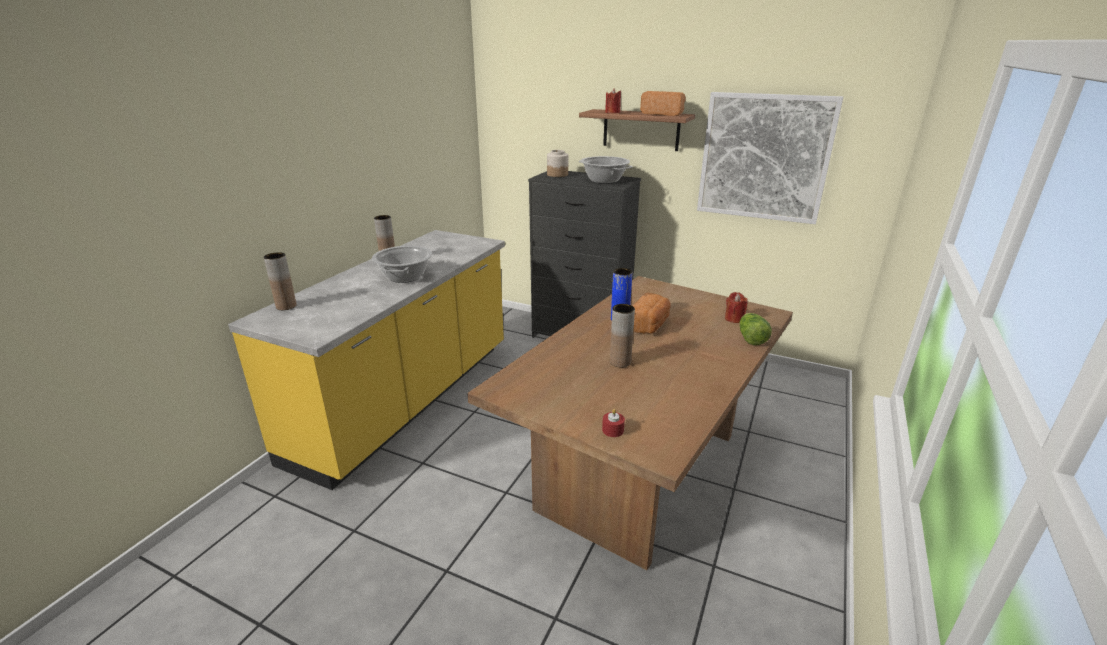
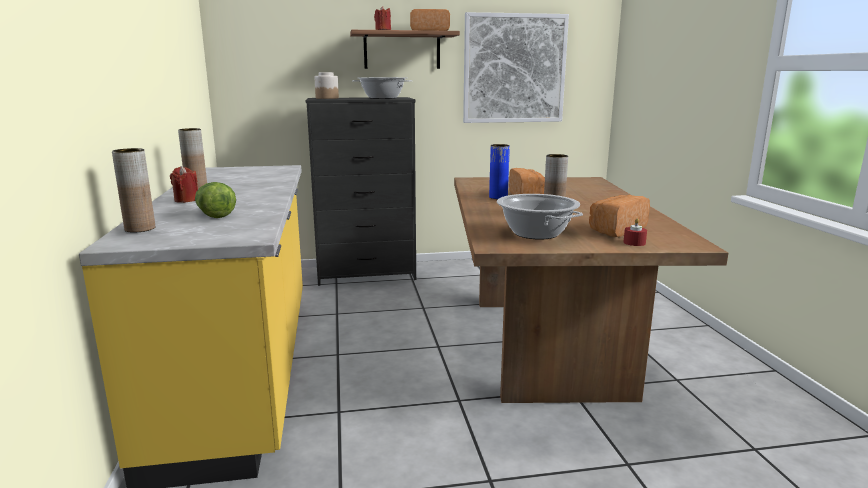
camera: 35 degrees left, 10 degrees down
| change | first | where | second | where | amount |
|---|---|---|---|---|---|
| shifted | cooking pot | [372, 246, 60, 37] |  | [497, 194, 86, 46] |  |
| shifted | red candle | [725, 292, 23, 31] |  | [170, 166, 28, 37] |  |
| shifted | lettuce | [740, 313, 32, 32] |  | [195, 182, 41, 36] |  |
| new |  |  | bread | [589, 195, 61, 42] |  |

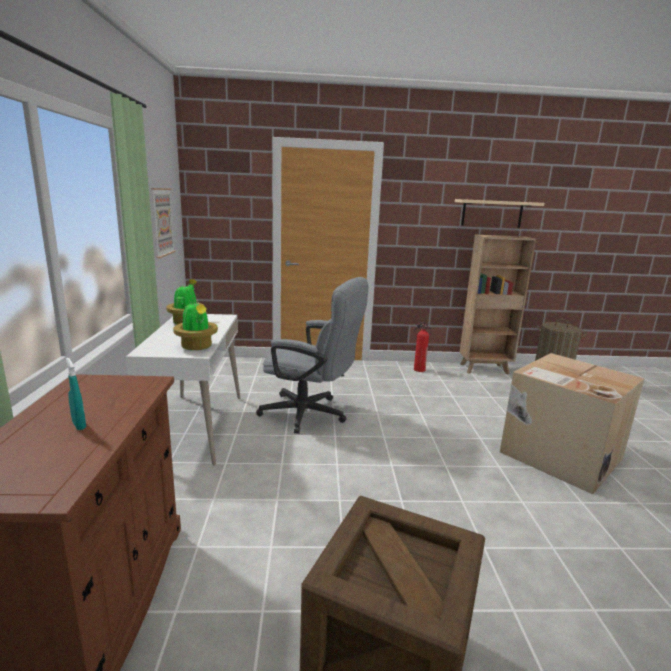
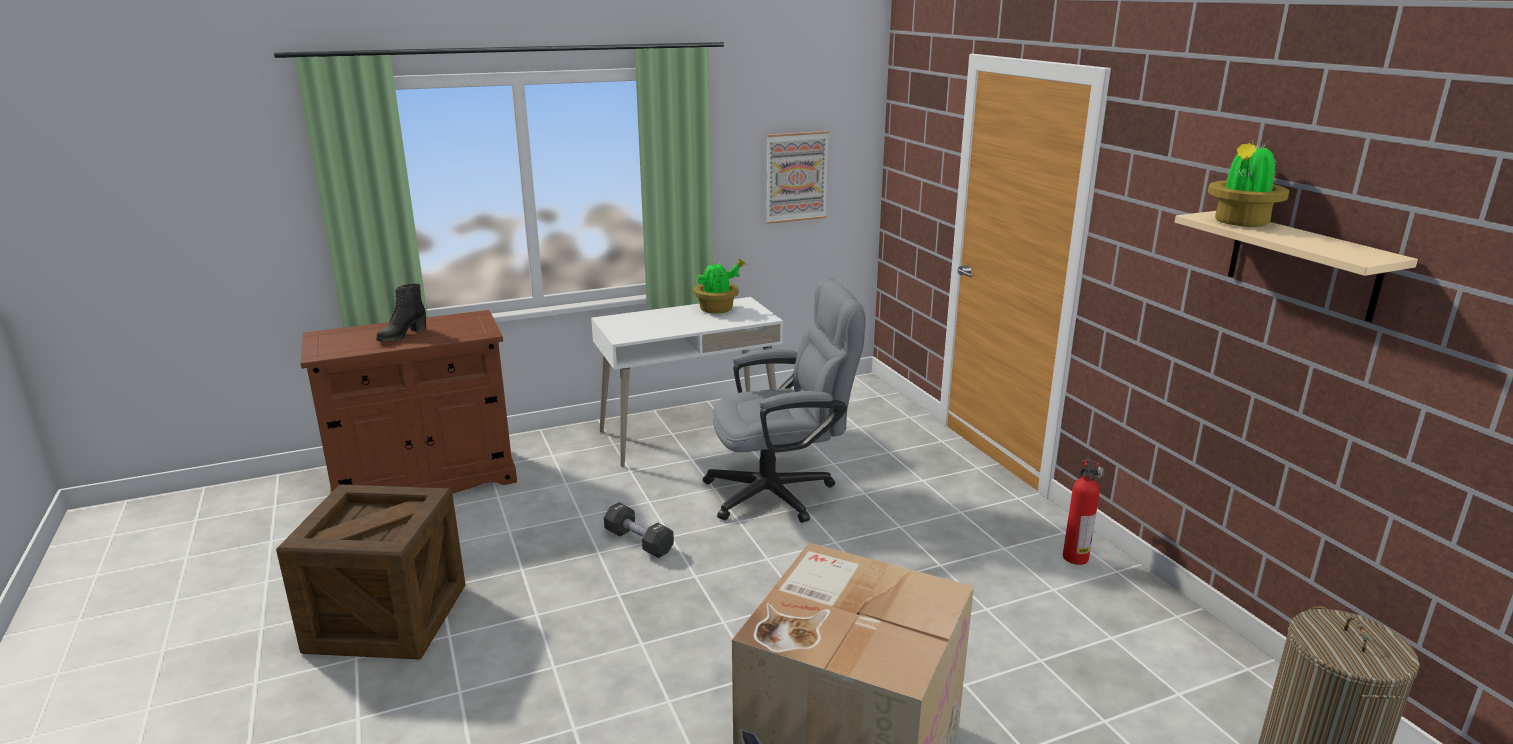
camera: 70 degrees right, 5 degrees up
| change | first | where | second | where | amount |
|---|---|---|---|---|---|
| gone | brown bookcase | [460, 235, 76, 139] |  |  |  |
| rotated | grey office chair | [256, 277, 112, 157] |  | [703, 278, 163, 245] | 105 degrees counterclockwise |
| shifted | potted plant | [173, 299, 45, 51] |  | [1208, 141, 81, 86] |  |
| swapped | turquoise spray bottle | [66, 358, 20, 72] | black boot | [376, 284, 50, 58] |  |
| new |  |  | black dumbbell | [604, 502, 70, 56] |  |

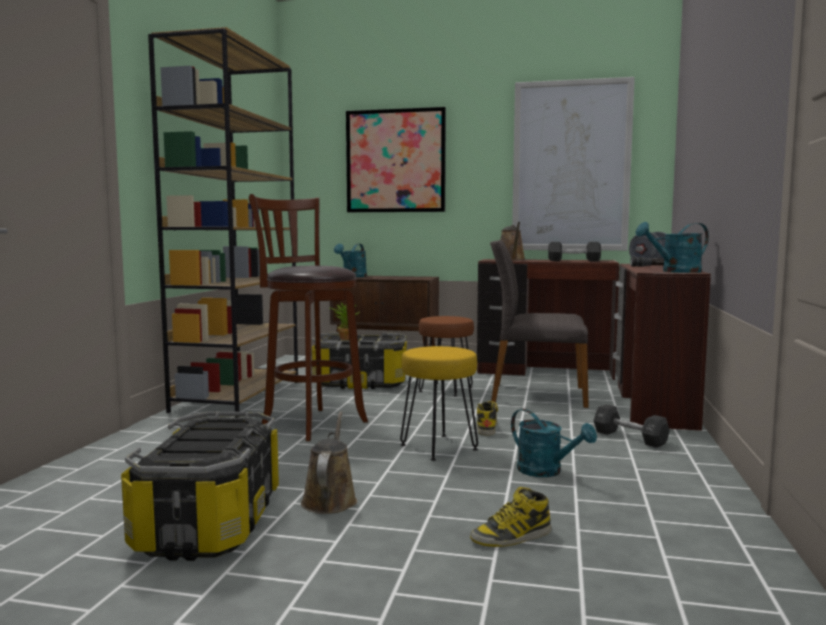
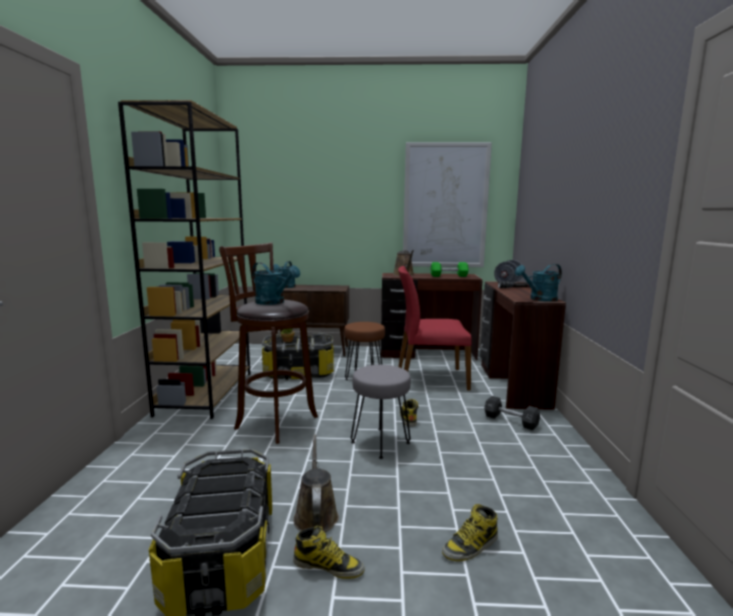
camera: 10 degrees left, 5 degrees up
| change | first | where | second | where | amount |
|---|---|---|---|---|---|
| gone | picture | [346, 107, 100, 105] |  |  |  |
| repainted | grey chair | [490, 240, 99, 168] | red chair | [398, 266, 74, 125] |  |
| repainted | black dumbbell | [548, 242, 53, 19] | green dumbbell | [431, 262, 38, 15] |  |
| repainted | yellow stool | [400, 346, 78, 115] | grey stool | [351, 365, 60, 94] |  |
| shifted | turquoise watering can | [511, 409, 86, 68] |  | [252, 262, 48, 43] |  |
| new |  |  | boot | [293, 525, 72, 54] |  |

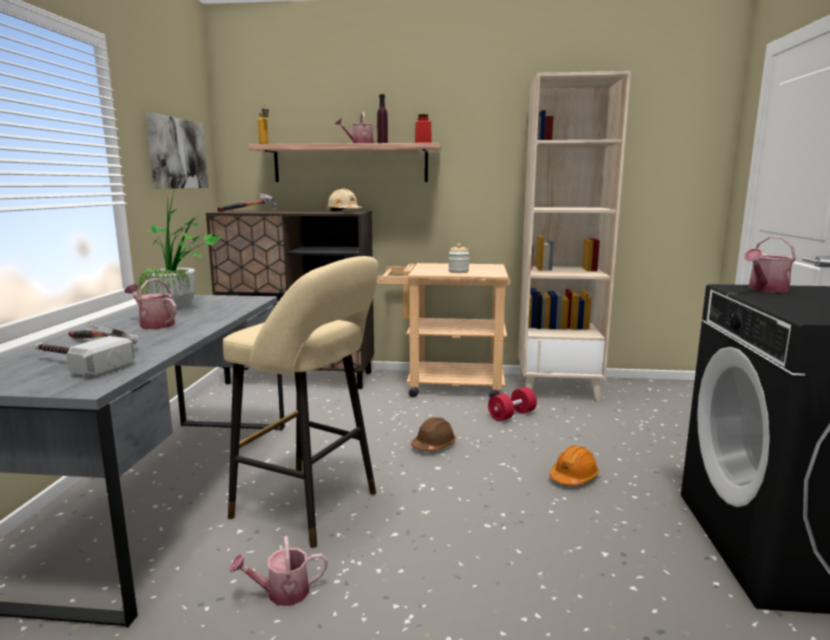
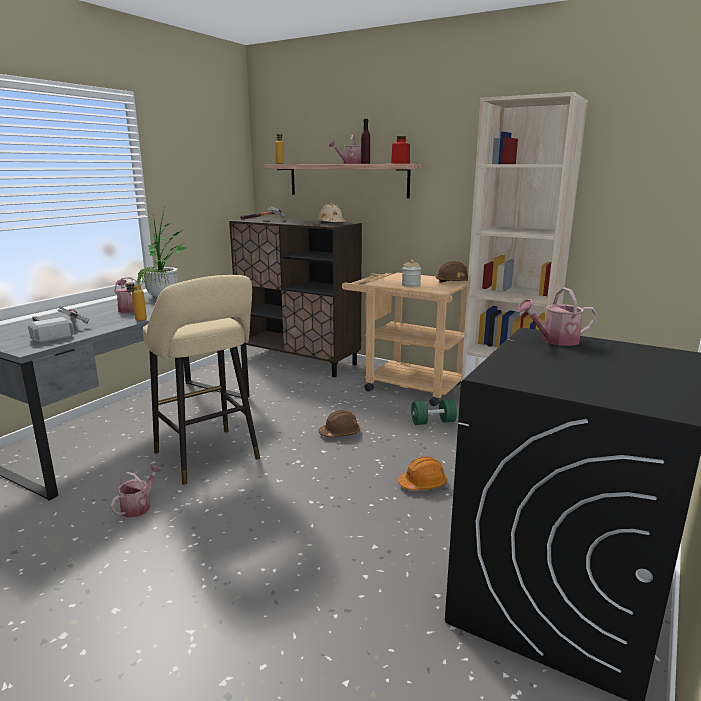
camera: 25 degrees right, 5 degrees up
| change | first | where | second | where | amount |
|---|---|---|---|---|---|
| gone | picture | [146, 112, 62, 77] |  |  |  |
| repainted | red dumbbell | [488, 387, 49, 34] | green dumbbell | [411, 399, 46, 26] |  |
| rotated | watering can | [229, 536, 99, 70] |  | [111, 465, 51, 53] | 105 degrees clockwise |
| new |  |  | brown hard hat | [436, 261, 32, 22] |  |
| new |  |  | bottle | [125, 278, 22, 43] |  |

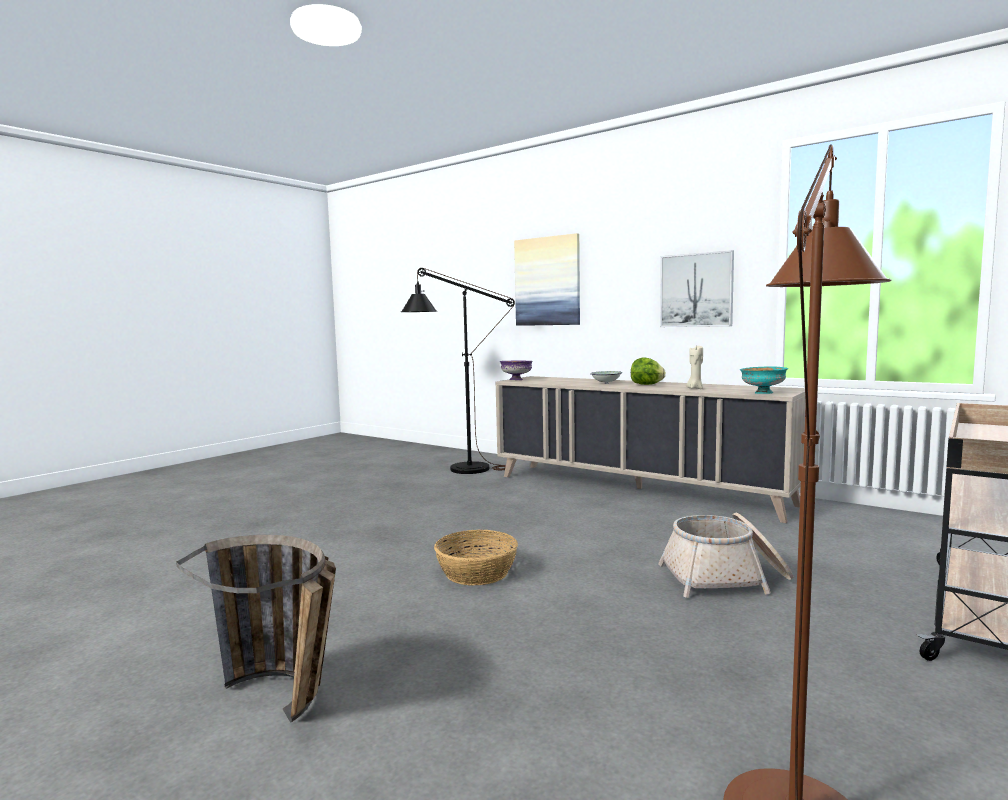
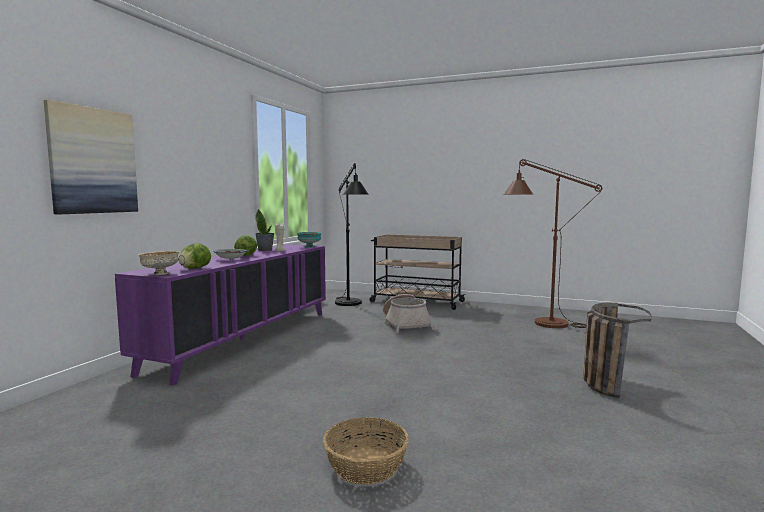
camera: 105 degrees left, 0 degrees up
| change | first | where | second | where | amount |
|---|---|---|---|---|---|
| gone | picture | [660, 250, 74, 77] |  |  |  |
| shifted | black floor lamp | [401, 268, 114, 206] |  | [335, 163, 34, 143] |  |
| repainted | purple bowl | [500, 361, 33, 19] | beige bowl | [138, 251, 41, 24] |  |
| repainted | beige cabinet | [496, 376, 310, 147] | purple cabinet | [115, 244, 211, 141] |  |
| shifted | basket | [434, 530, 84, 56] |  | [323, 417, 86, 68] |  |
| new |  |  | potted plant | [255, 209, 20, 42] |  |
| new |  |  | lettuce | [179, 243, 32, 26] |  |

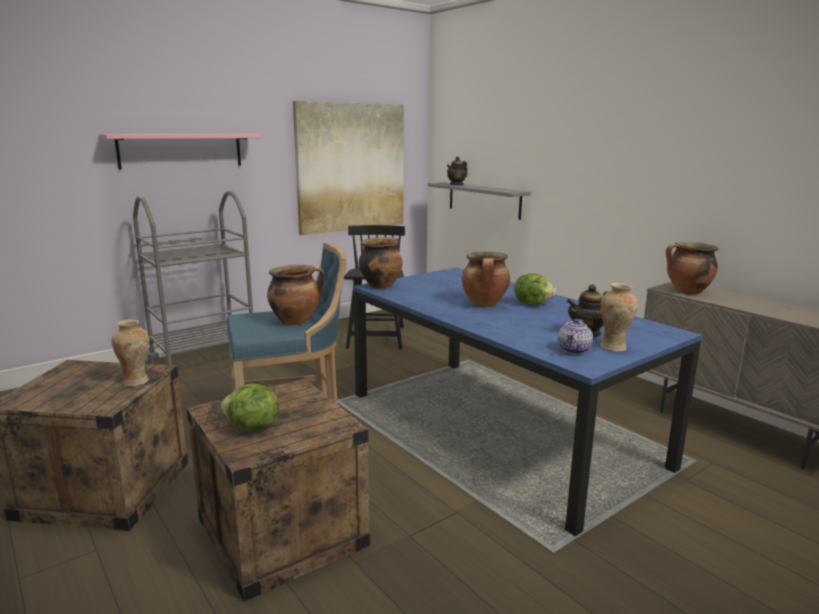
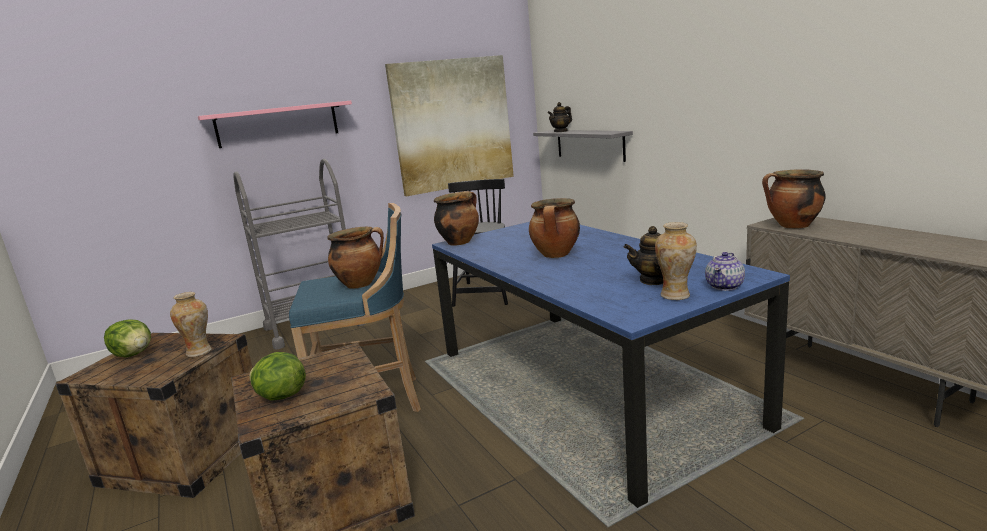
camera: 10 degrees right, 0 degrees up
| change | first | where | second | where | amount |
|---|---|---|---|---|---|
| shifted | lettuce | [514, 273, 42, 32] |  | [104, 319, 47, 38] |  |
| shifted | teapot | [558, 319, 35, 35] |  | [705, 252, 40, 39] |  |

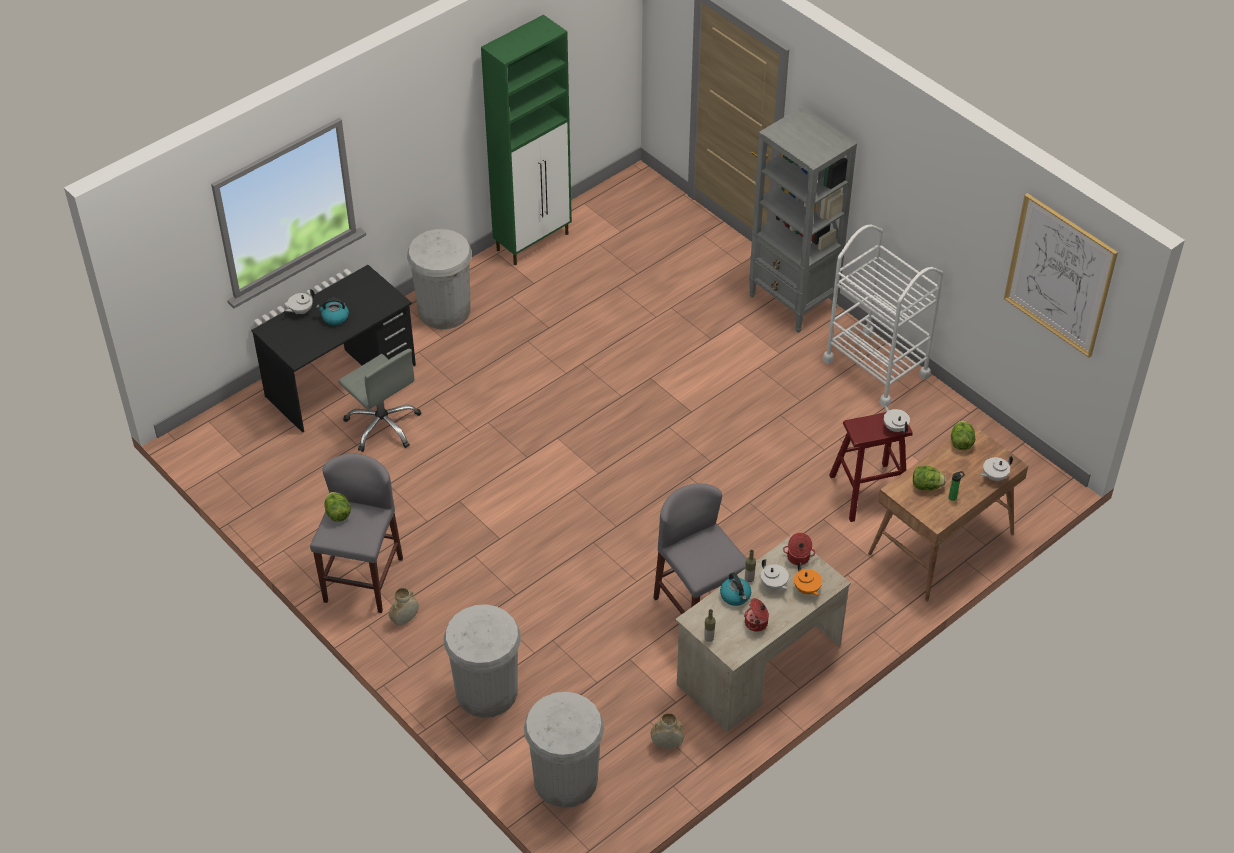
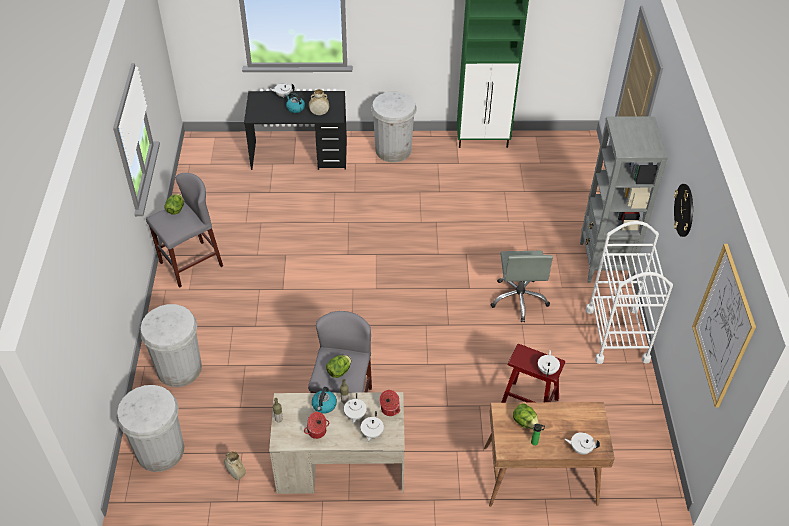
camera: 40 degrees right, 0 degrees up
| change | first | where | second | where | amount |
|---|---|---|---|---|---|
| shifted | grey office chair | [338, 349, 83, 103] |  | [490, 251, 63, 71] |  |
| shifted | lettuce | [951, 421, 24, 29] |  | [326, 355, 25, 23] |  |
| repainted | orange teapot | [794, 563, 28, 33] | white teapot | [361, 411, 23, 31] |  |
| shifted | beige vase | [389, 588, 30, 37] |  | [309, 89, 20, 26] |  |
| new |  |  | wall clock | [674, 184, 19, 53] |  |

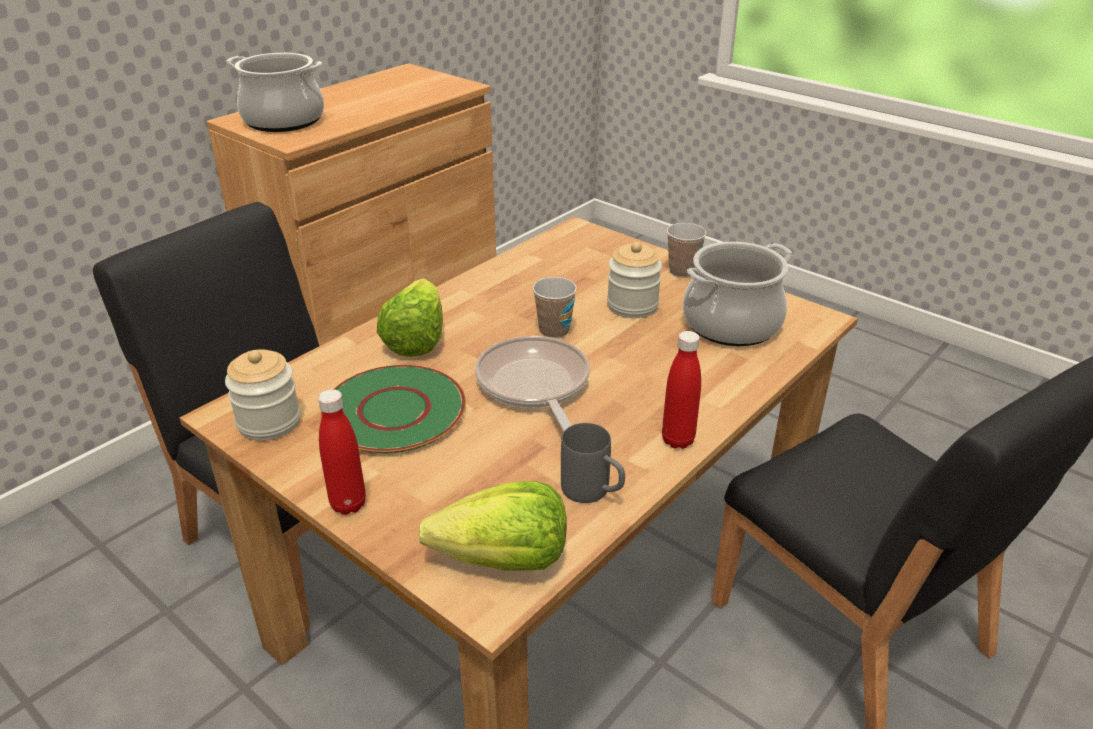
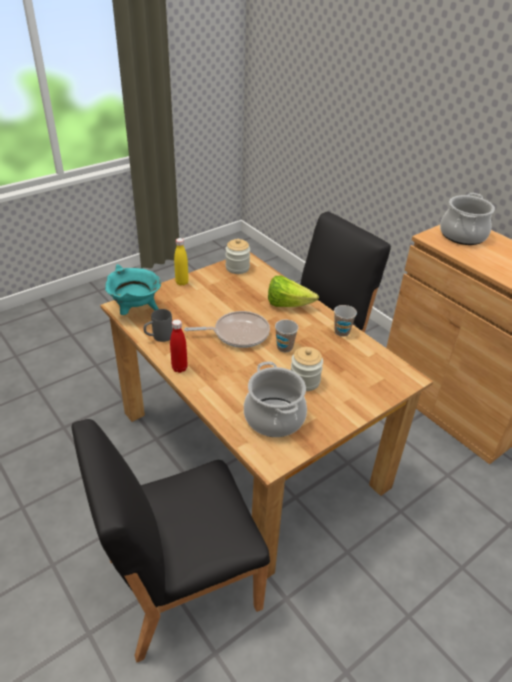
camera: 100 degrees right, 5 degrees up
| change | first | where | second | where | amount |
|---|---|---|---|---|---|
| shifted | cup | [667, 223, 40, 55] |  | [334, 305, 23, 32] |  |
| gone | green plate | [321, 365, 145, 88] |  |  |  |
| repainted | red bottle | [318, 389, 48, 126] | yellow bottle | [174, 238, 15, 48] |  |
| swapped | lettuce | [419, 481, 148, 90] | turquoise cooking pot | [105, 264, 56, 51] |  |

